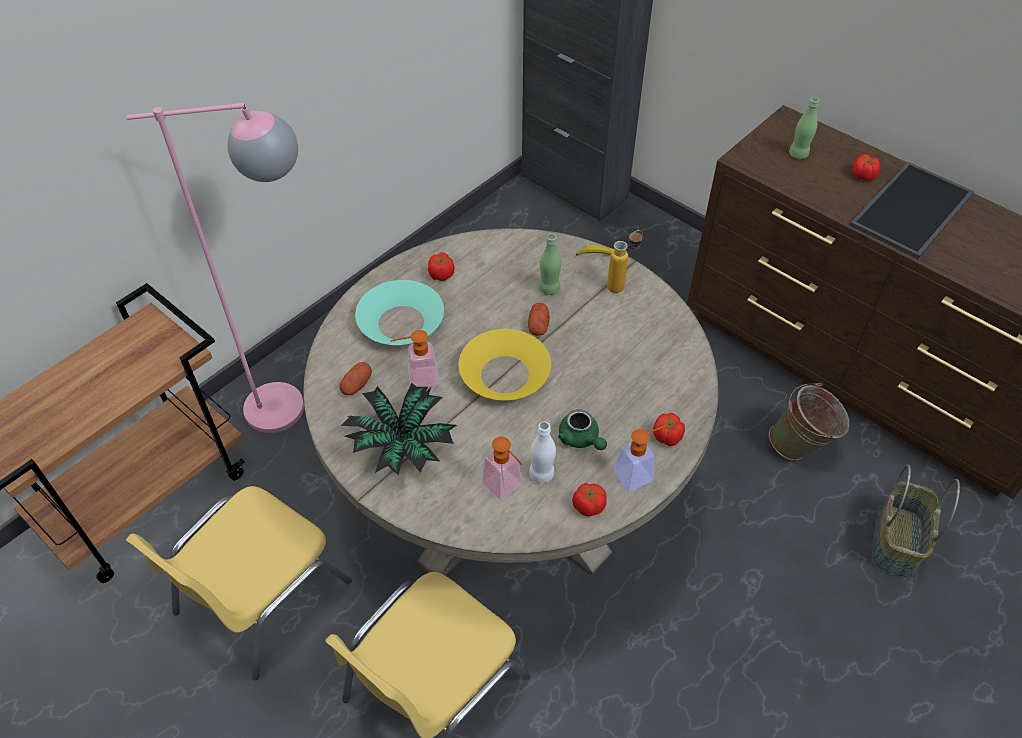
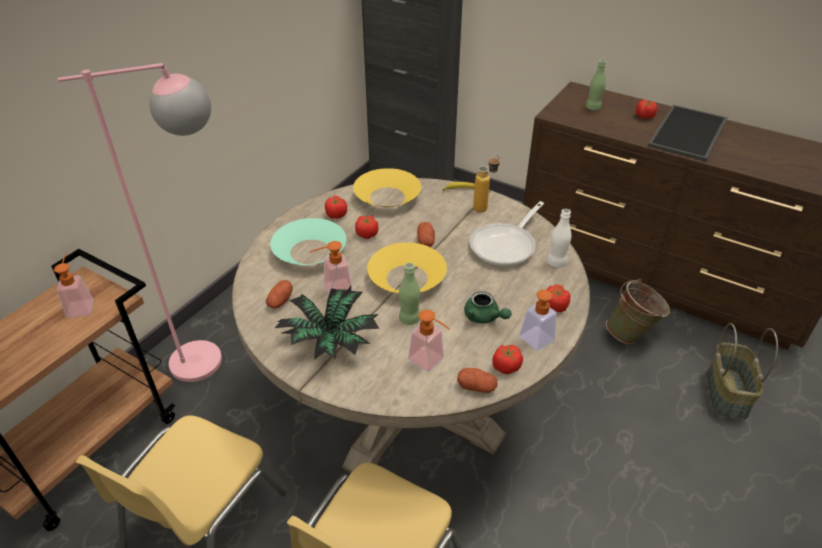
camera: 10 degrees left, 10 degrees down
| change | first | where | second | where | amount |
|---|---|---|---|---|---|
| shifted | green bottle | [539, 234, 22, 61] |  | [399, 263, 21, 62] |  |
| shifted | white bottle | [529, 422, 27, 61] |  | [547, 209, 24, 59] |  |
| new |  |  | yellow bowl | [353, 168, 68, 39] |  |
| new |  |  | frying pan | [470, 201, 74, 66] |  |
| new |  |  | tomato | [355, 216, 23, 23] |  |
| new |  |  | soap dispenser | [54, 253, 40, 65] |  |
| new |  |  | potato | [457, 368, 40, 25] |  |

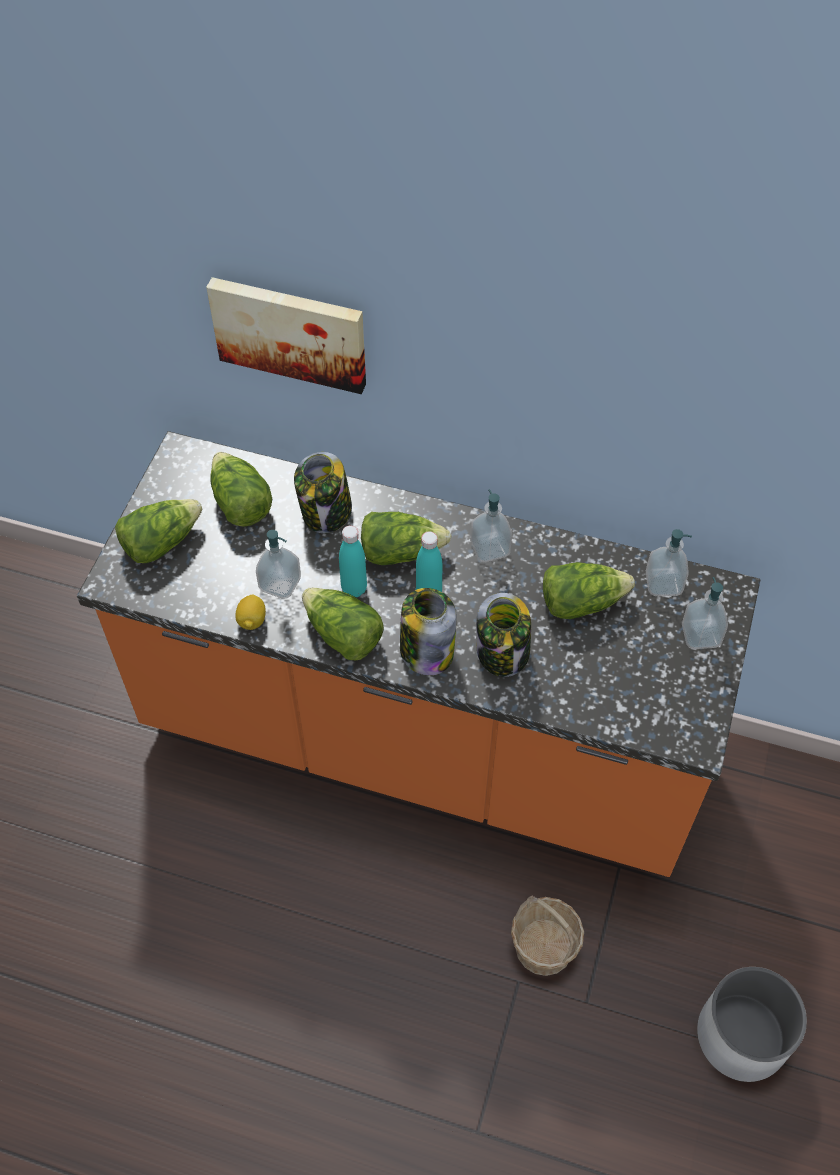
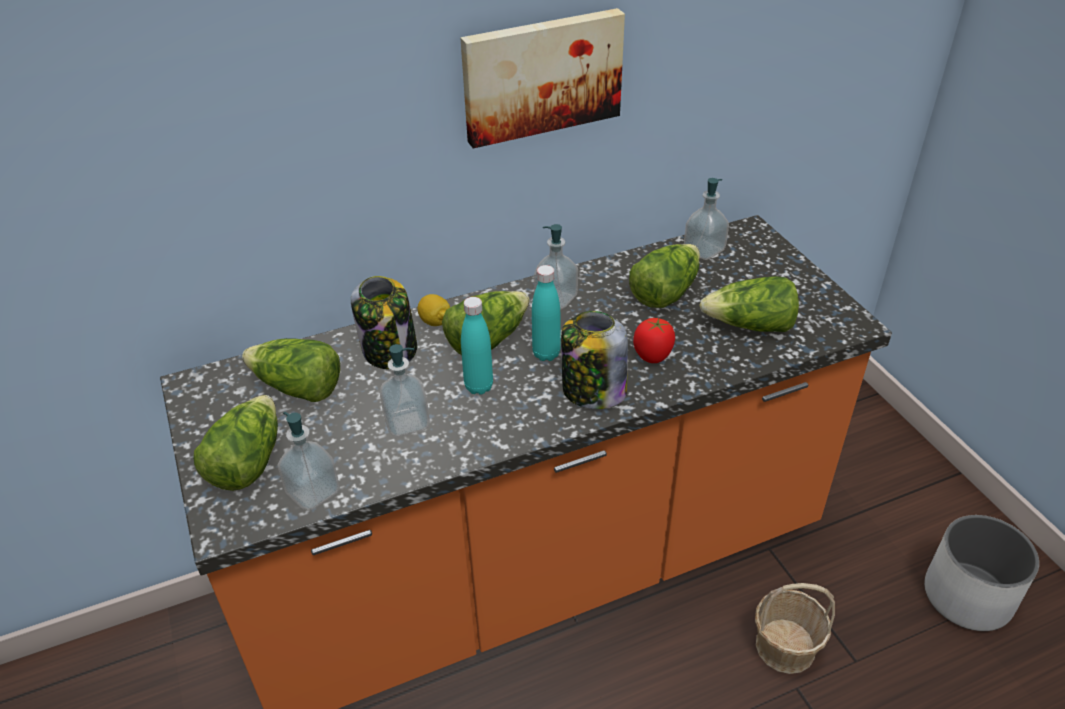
camera: 40 degrees left, 15 degrees down
| change | first | where | second | where | amount |
|---|---|---|---|---|---|
| shifted | picture | [206, 277, 160, 117] |  | [460, 8, 165, 140] |  |
| shifted | soap dispenser | [682, 577, 46, 72] |  | [277, 412, 63, 99] |  |
| shifted | lettuce | [302, 588, 82, 72] |  | [699, 276, 100, 56] |  |
| swapped | jar | [476, 593, 55, 84] | tomato | [633, 318, 42, 45] |  |
| shifted | lemon | [235, 595, 31, 35] |  | [417, 294, 33, 32] |  |

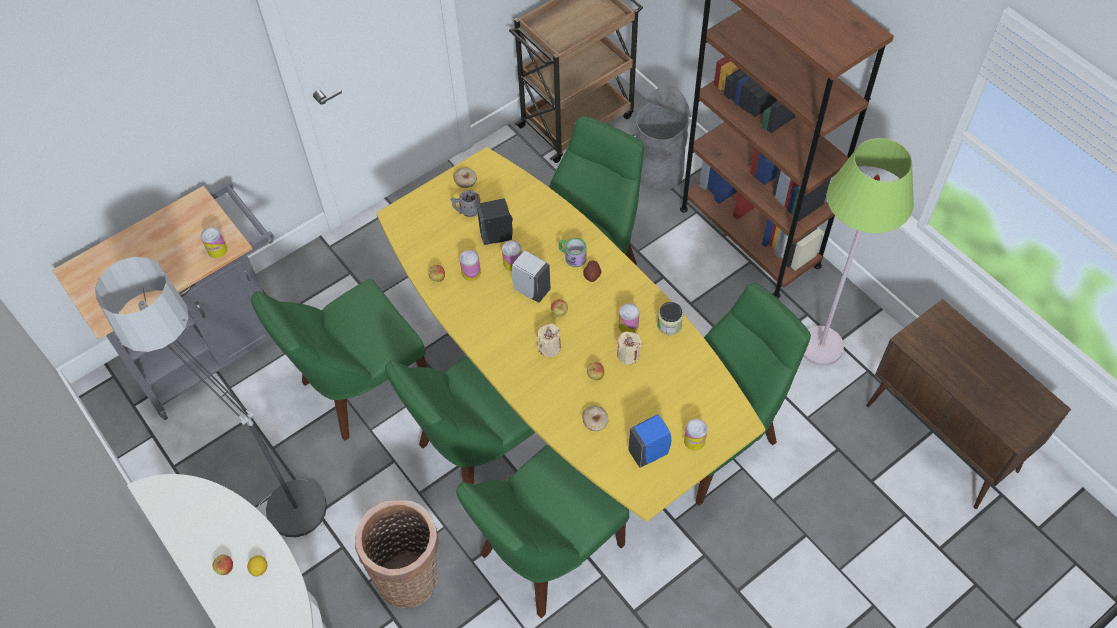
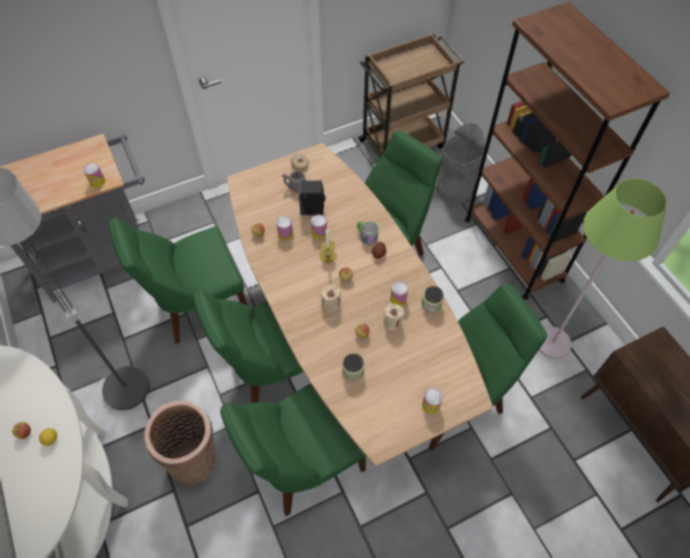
camera: 10 degrees right, 0 degrees up
| change | first | where | second | where | amount |
|---|---|---|---|---|---|
| repainted | yellow dining table | [376, 147, 389, 375] | brown dining table | [227, 143, 266, 324] |  |
| swapped | white soap dispenser | [512, 250, 39, 53] | candle | [320, 229, 17, 34] |  |
| swapped | donut | [582, 406, 26, 25] | jar | [342, 353, 22, 28] |  |
| gone | blue soap dispenser | [628, 414, 43, 54] |  |  |  |

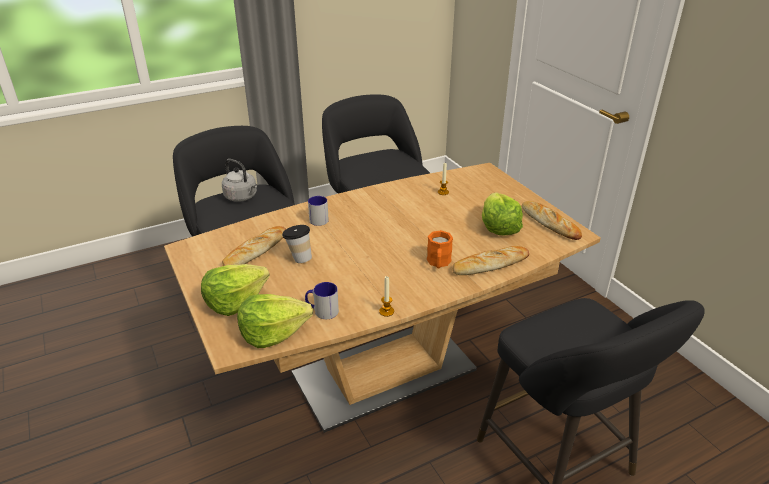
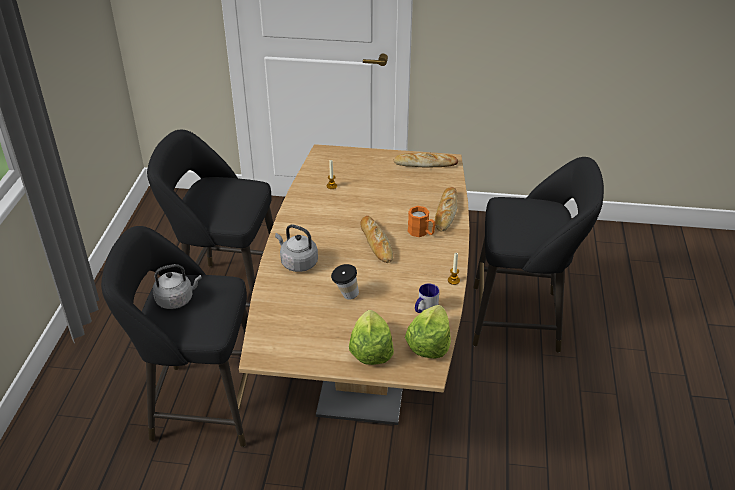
camera: 55 degrees left, 5 degrees up
| change | first | where | second | where | amount |
|---|---|---|---|---|---|
| gone | lettuce | [482, 192, 41, 43] |  |  |  |
| swapped | mug | [308, 196, 21, 30] | grey kettle | [275, 225, 43, 47] |  |
| shifted | bread | [222, 226, 64, 40] |  | [360, 216, 33, 47] |  |

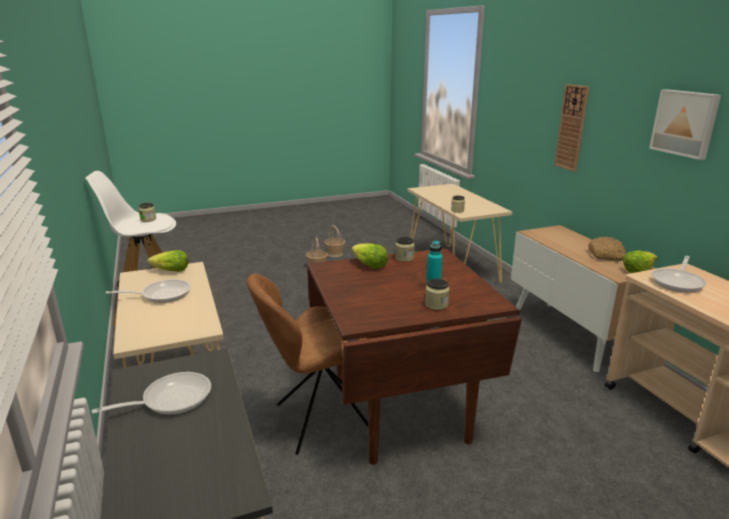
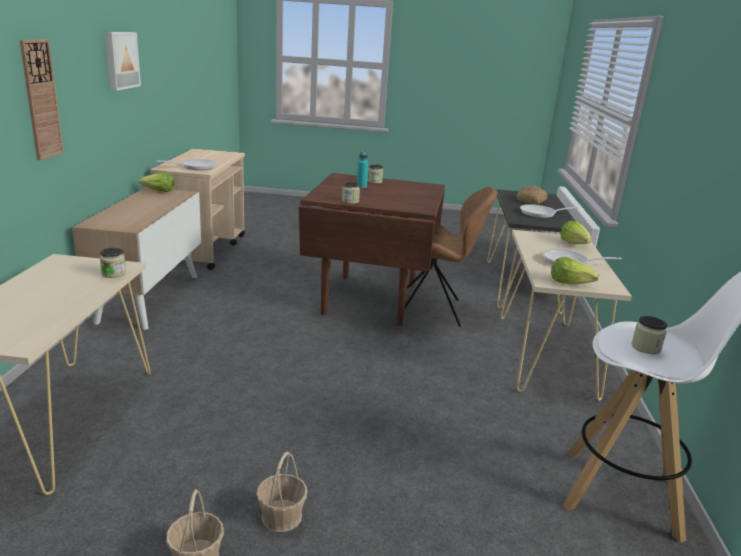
camera: 155 degrees left, 0 degrees up
| change | first | where | second | where | amount |
|---|---|---|---|---|---|
| shifted | bread | [588, 237, 38, 24] |  | [516, 186, 32, 18] |  |
| shifted | lettuce | [352, 243, 36, 26] |  | [560, 221, 31, 23] |  |

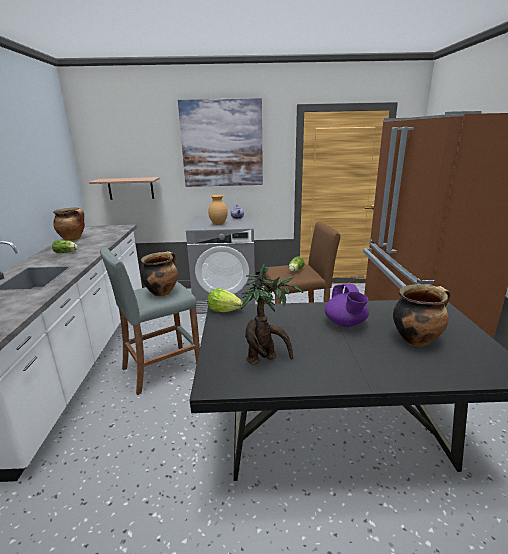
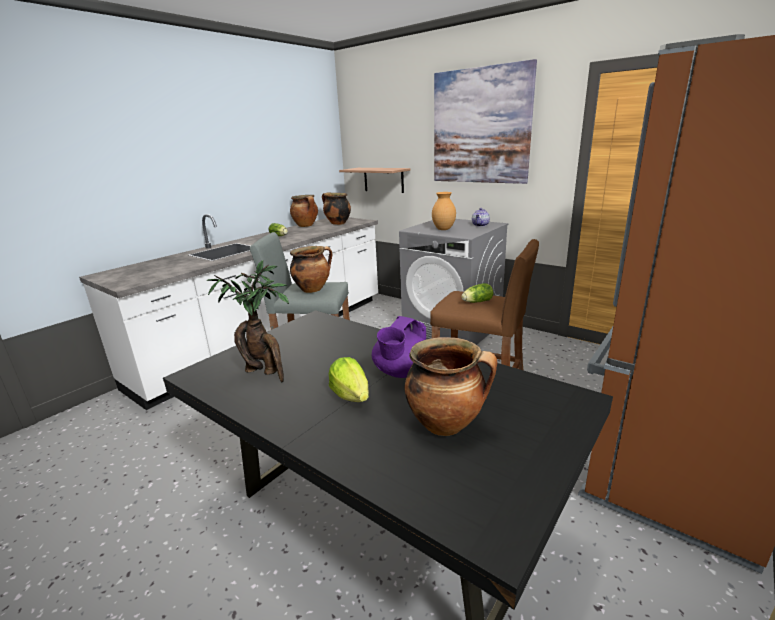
camera: 40 degrees right, 0 degrees up
| change | first | where | second | where | amount |
|---|---|---|---|---|---|
| shifted | lettuce | [207, 288, 36, 24] |  | [329, 357, 40, 45] |  |
| new |  |  | cooking pot | [322, 192, 29, 33] |  |

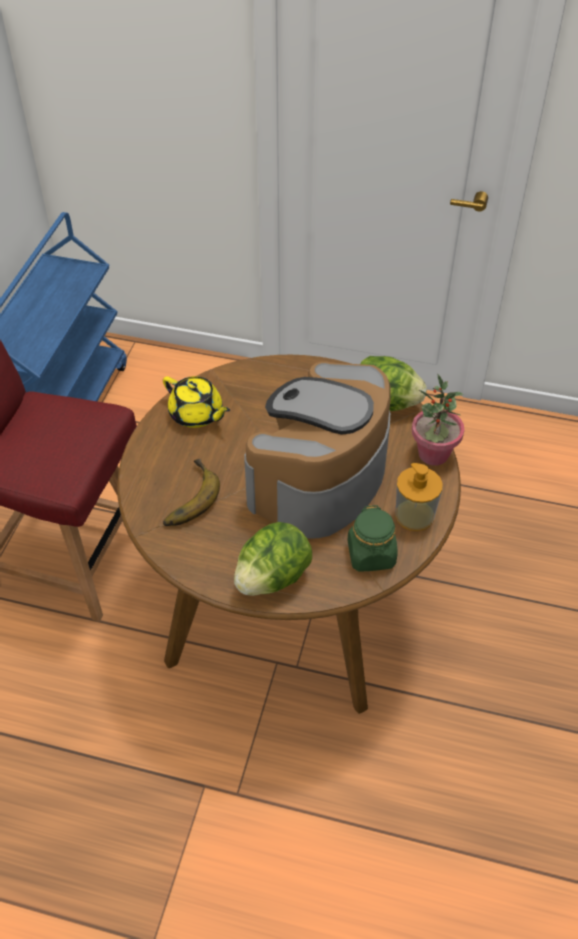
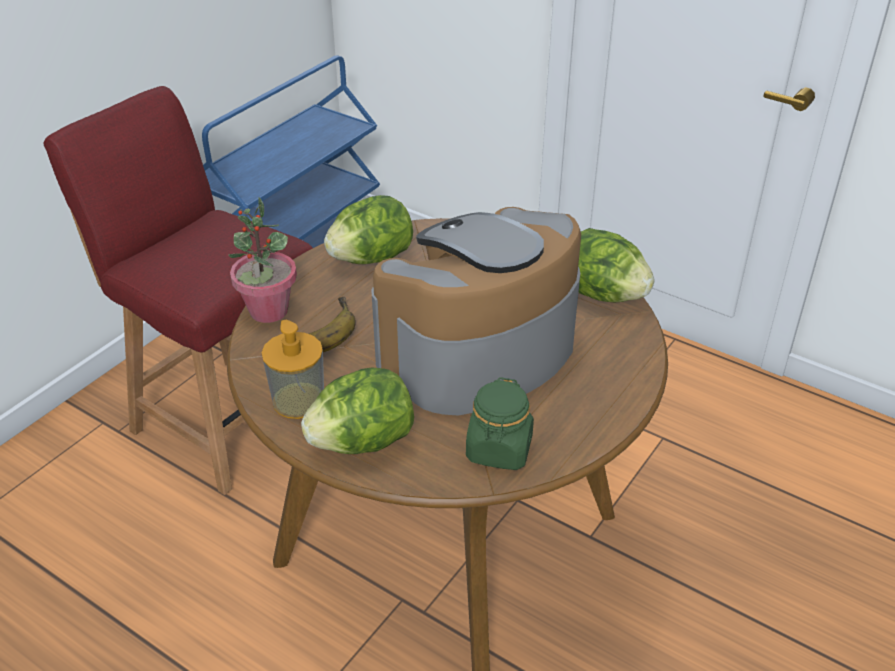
camera: 20 degrees right, 10 degrees down
| change | first | where | second | where | amount |
|---|---|---|---|---|---|
| shifted | potted plant | [412, 374, 53, 92] |  | [228, 197, 69, 126] |  |
| swapped | yellow teapot | [163, 376, 67, 52] | lettuce | [324, 195, 89, 69] |  |
| shifted | soap dispenser | [395, 463, 48, 68] |  | [261, 320, 63, 99] |  |

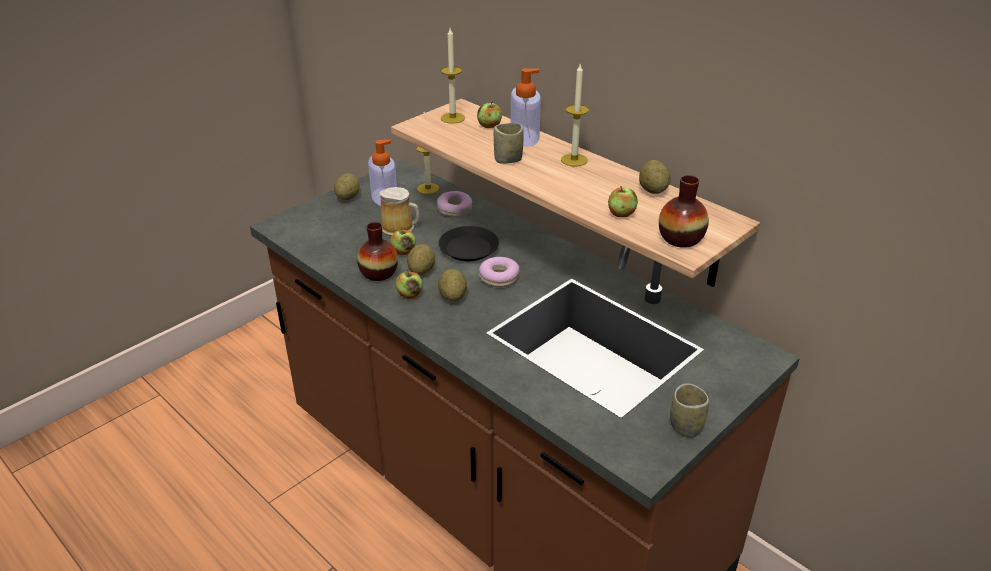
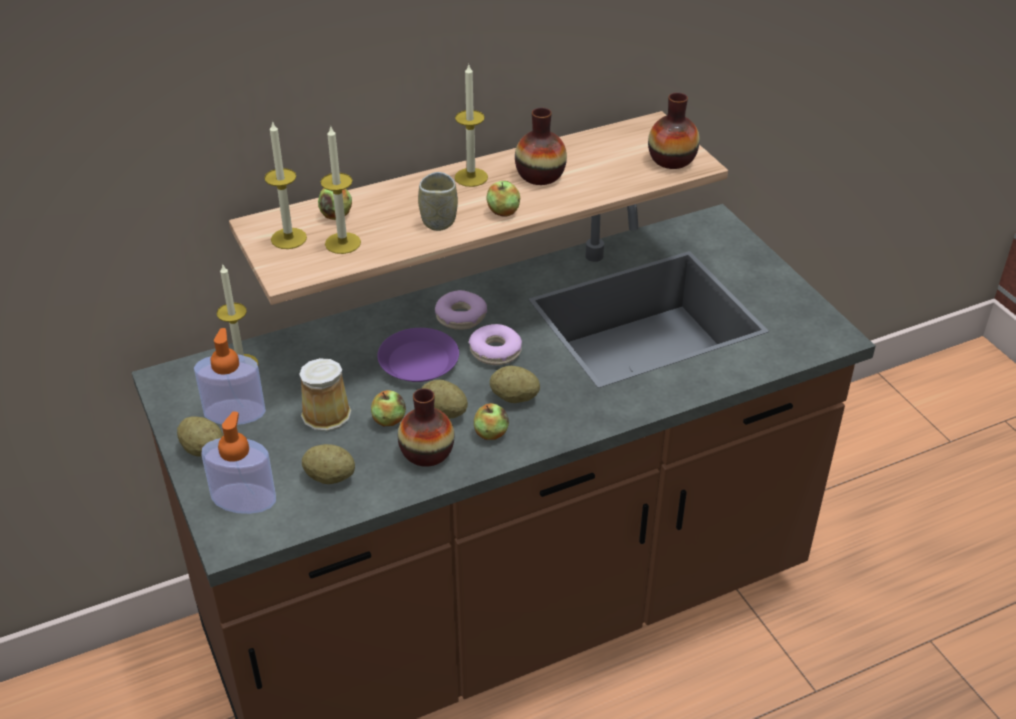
camera: 70 degrees left, 5 degrees up
| change | first | where | second | where | amount |
|---|---|---|---|---|---|
| shifted | soap dispenser | [511, 68, 30, 78] |  | [201, 412, 75, 102] |  |
| shifted | potato | [639, 160, 32, 34] |  | [302, 444, 53, 40] |  |
| shifted | apple | [608, 186, 30, 31] |  | [486, 181, 34, 36] |  |
| shifted | donut | [437, 191, 35, 26] |  | [435, 290, 52, 40] |  |
| repainted | black plate | [439, 226, 60, 35] | purple plate | [377, 328, 82, 54] |  |
| gone | cup | [670, 383, 39, 55] |  |  |  |
| new |  |  | vase | [515, 107, 52, 78] |  |
| new |  |  | candle | [320, 125, 41, 129] |  |

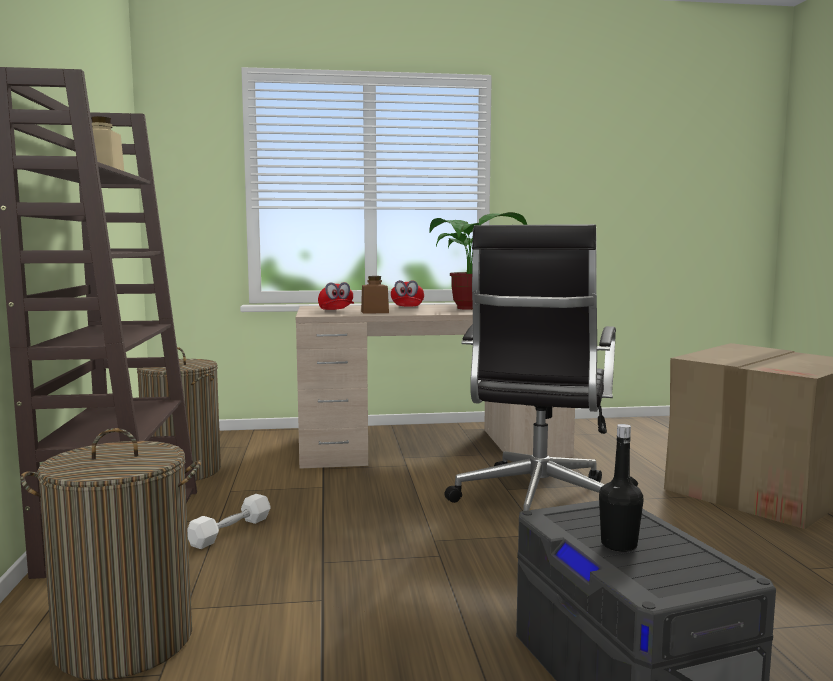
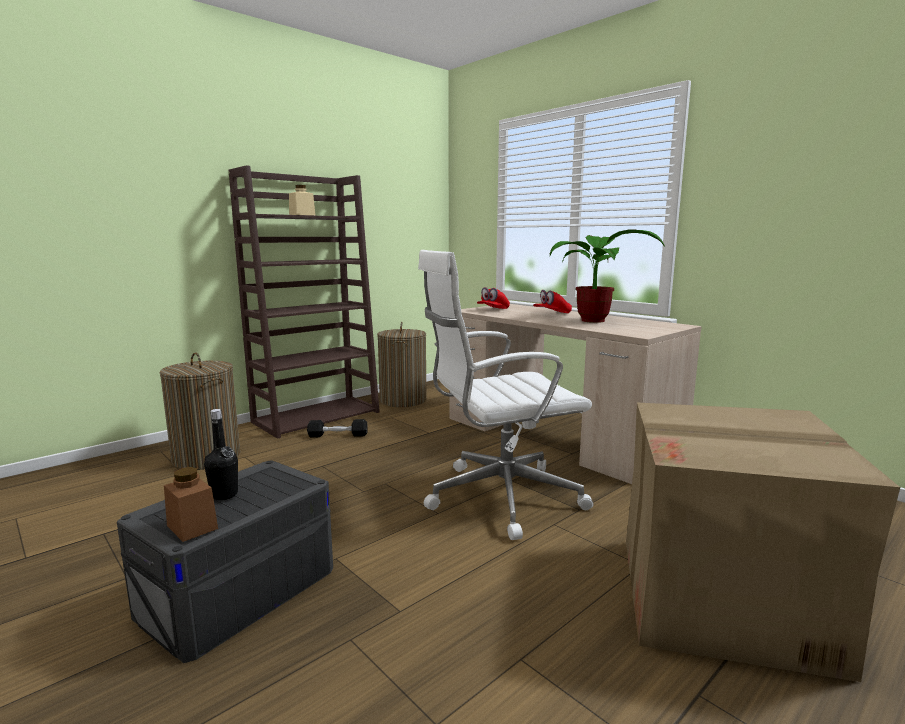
camera: 55 degrees right, 5 degrees up
| change | first | where | second | where | amount |
|---|---|---|---|---|---|
| repainted | black office chair | [445, 224, 171, 287] | white office chair | [418, 250, 176, 290] |  |
| shifted | brown jar | [361, 276, 28, 38] |  | [164, 467, 54, 75] |  |
| repainted | white dumbbell | [187, 494, 84, 55] | black dumbbell | [307, 419, 61, 19] |  |

